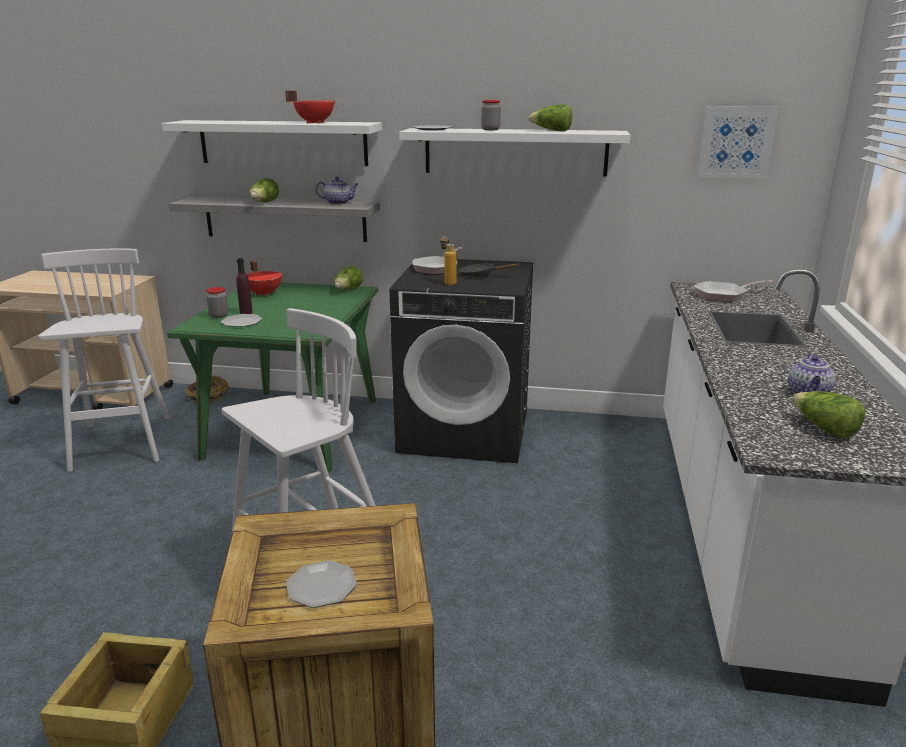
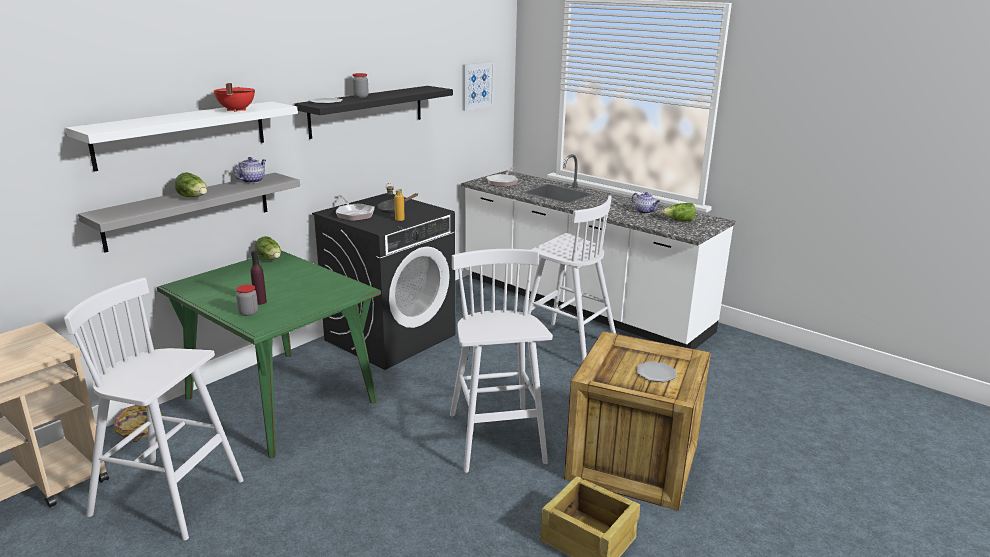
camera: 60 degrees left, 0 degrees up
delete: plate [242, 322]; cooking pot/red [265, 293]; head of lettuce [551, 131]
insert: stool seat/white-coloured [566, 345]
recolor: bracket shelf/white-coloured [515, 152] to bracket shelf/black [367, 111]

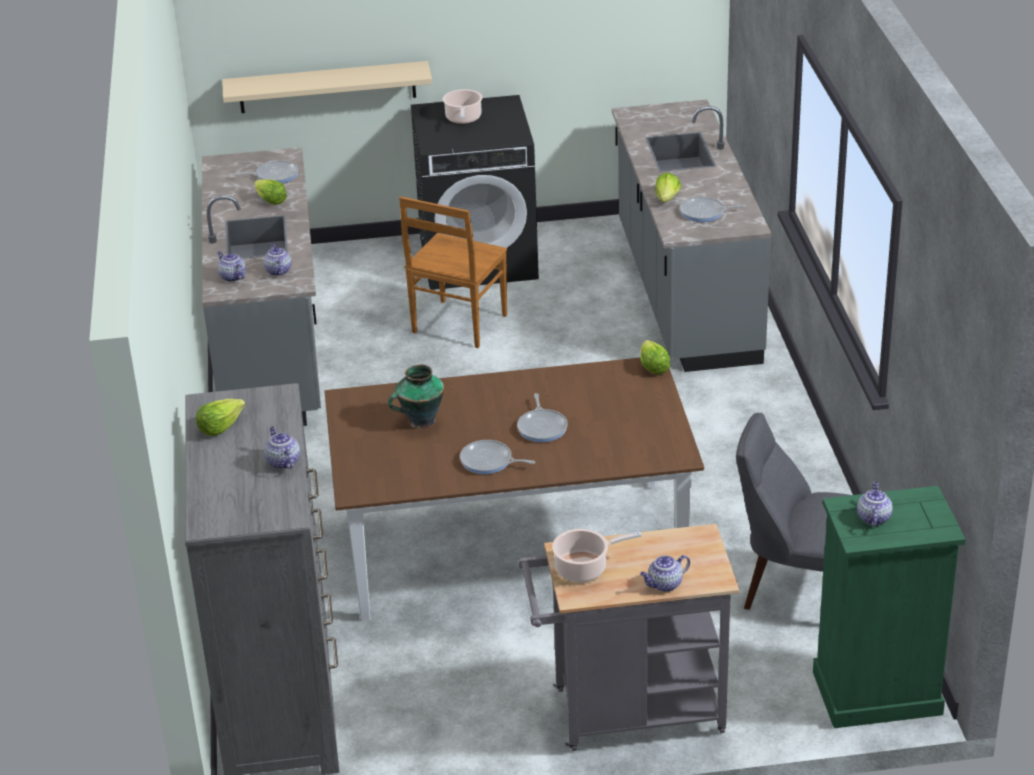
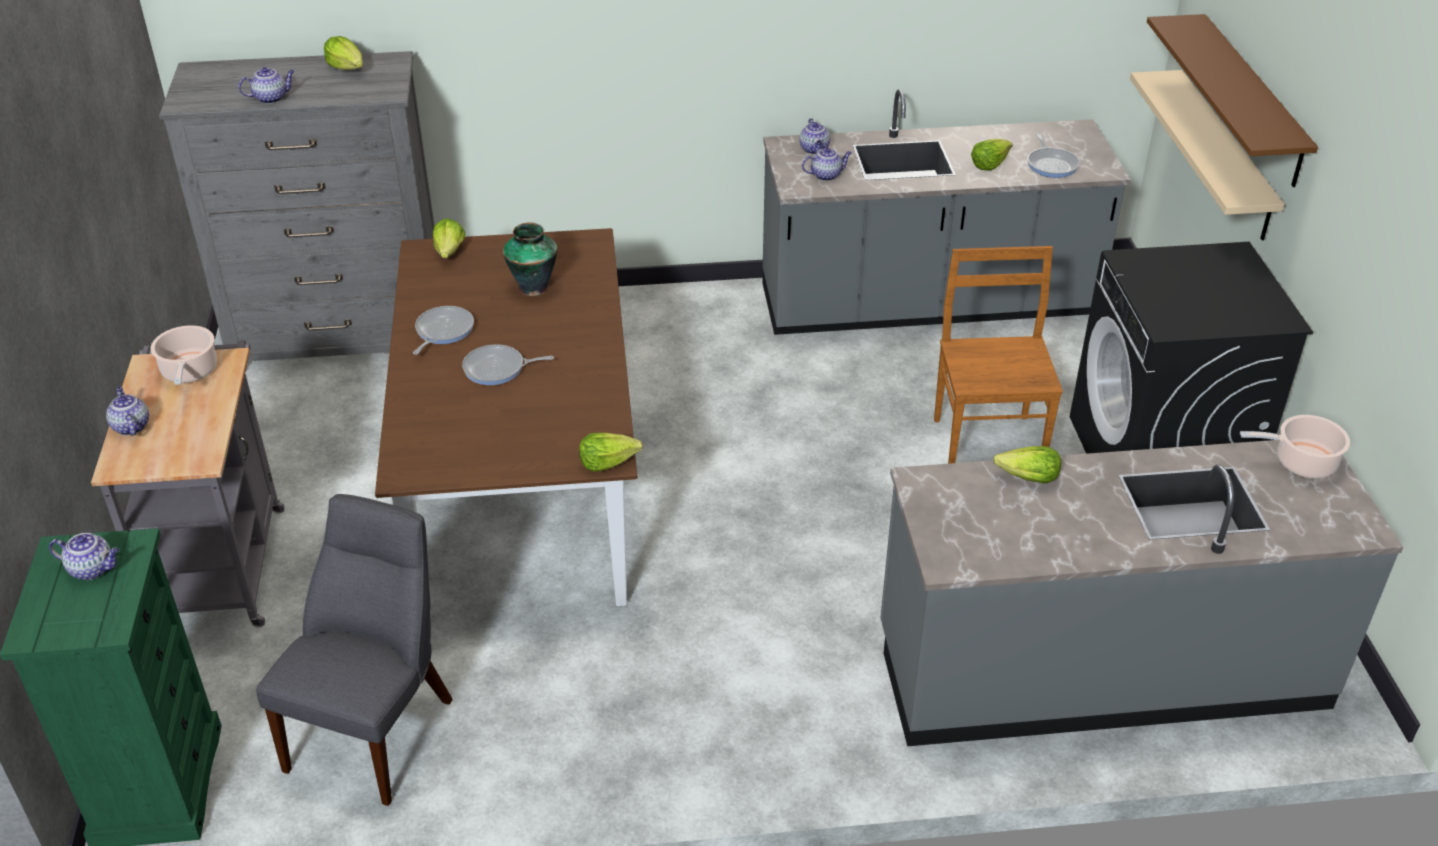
camera: 90 degrees right, 5 degrees up
delete: pan [704, 213]
insert: head of lettuce [450, 251]; bracket shelf/brownish [1251, 100]
move: cooking pot [463, 119] to [1301, 462]
rotate: tea pot [232, 277] = [814, 150] 120 degrees clockwise; chair/brownish [458, 325] = [987, 442] 60 degrees clockwise

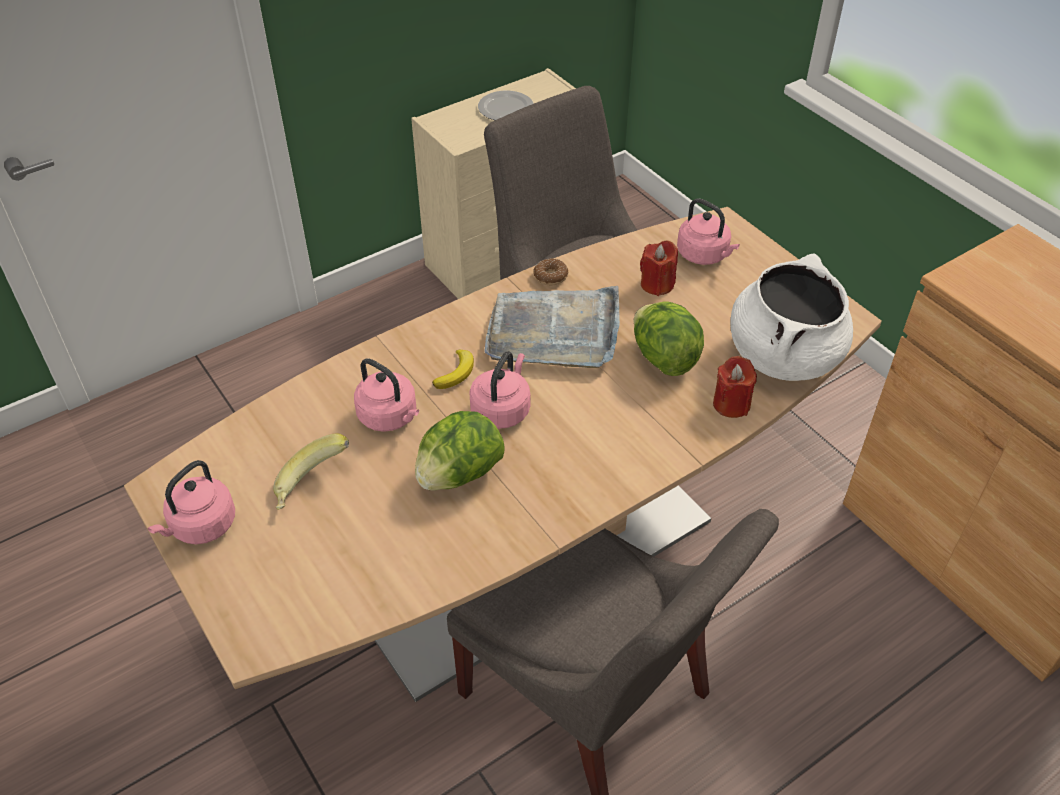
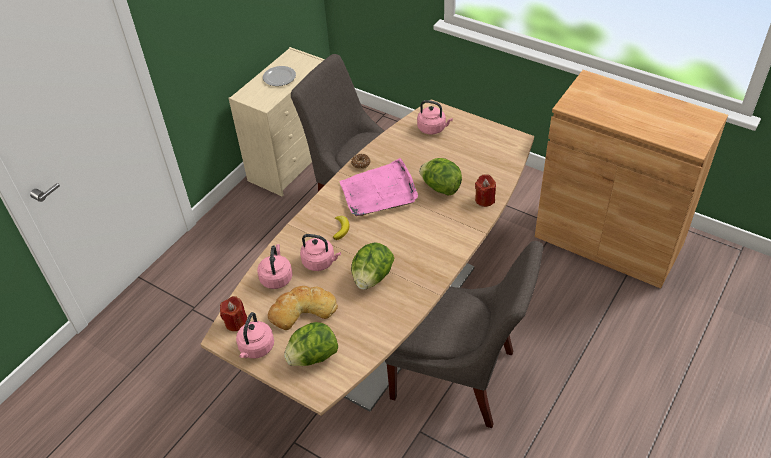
camera: 20 degrees left, 0 degrees up
delete: cooking pot/white-coloured [783, 355]
insert: head of lettuce [313, 357]
move: kettle/pink [502, 409] to [276, 277]; wax light/red [657, 284] to [236, 322]
replace: banana [312, 487] to bakery bread [302, 309]
recolor: tray/greyish [554, 331] to tray/pink [379, 192]

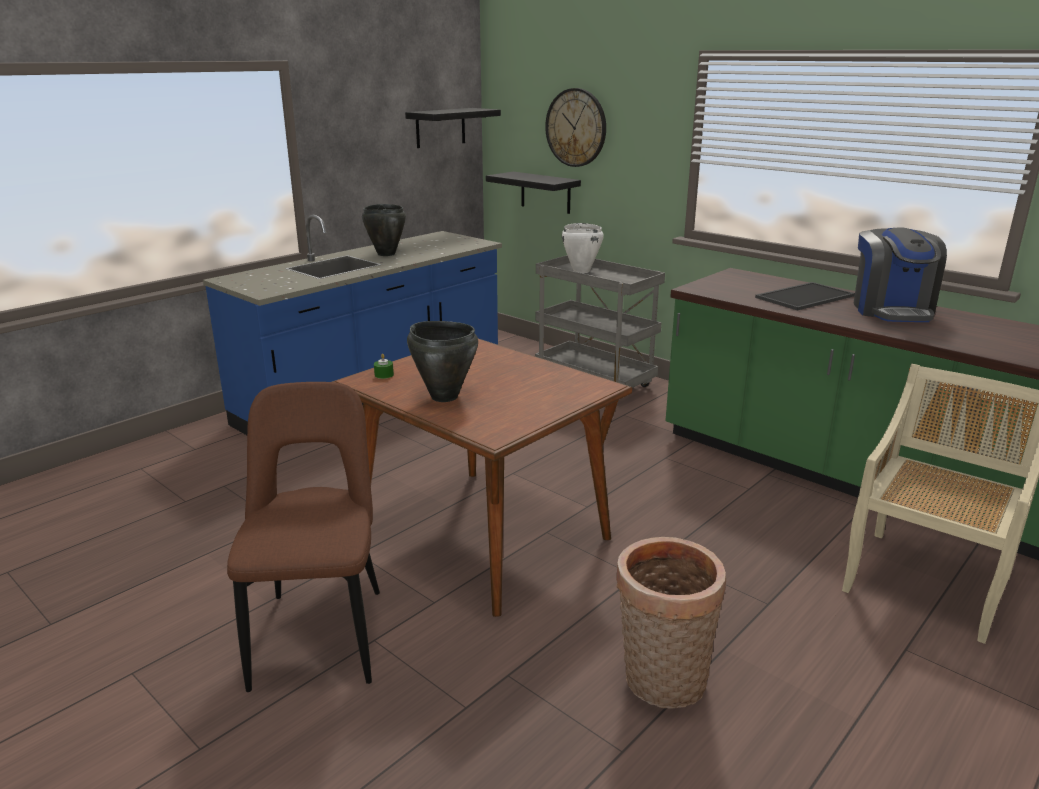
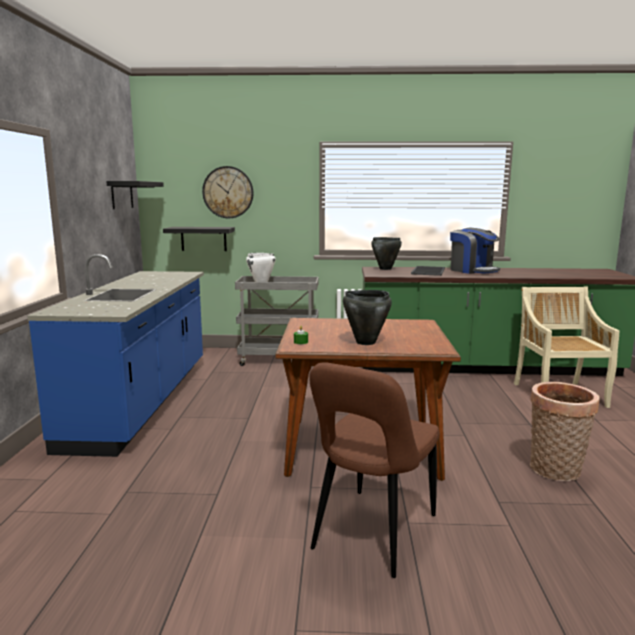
camera: 40 degrees left, 10 degrees down
move: cooking pot/black [386, 254] to [385, 269]
rotate: chair/brownish [321, 632] = [371, 535] 105 degrees counterclockwise

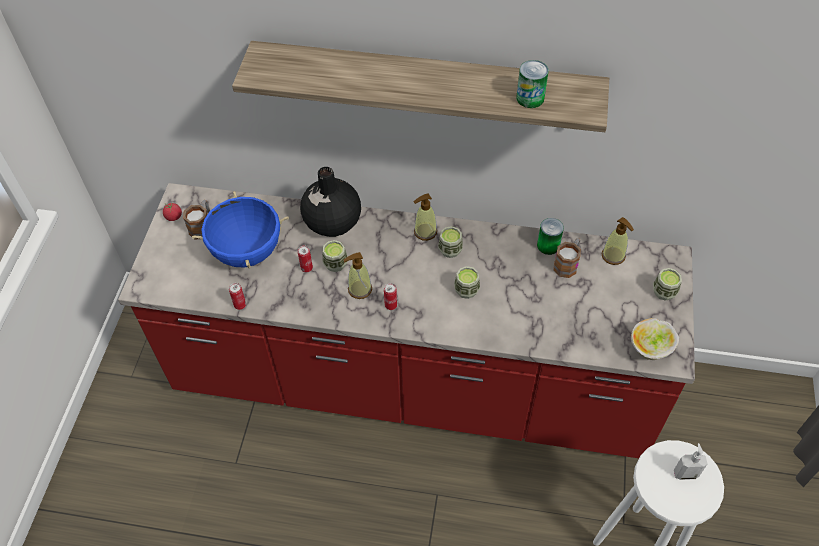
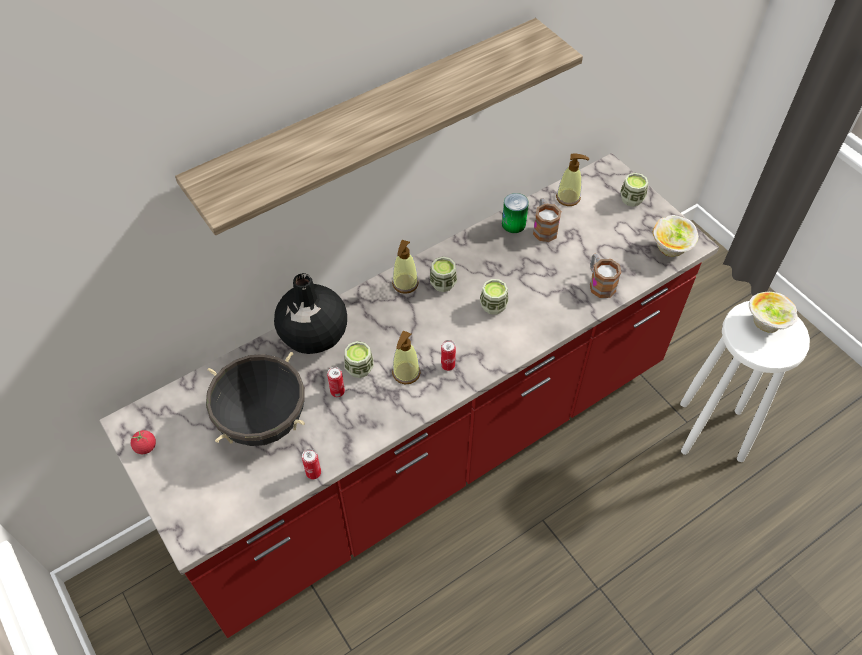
camera: 45 degrees left, 0 degrees up
delete: sealed can [530, 98]
move: tea mug [202, 226] to [599, 283]
replace: liquid soap bottle [685, 473] to bowl [765, 324]
recolor: cooking pot/blue-coloured [247, 252] to cooking pot/black [263, 421]

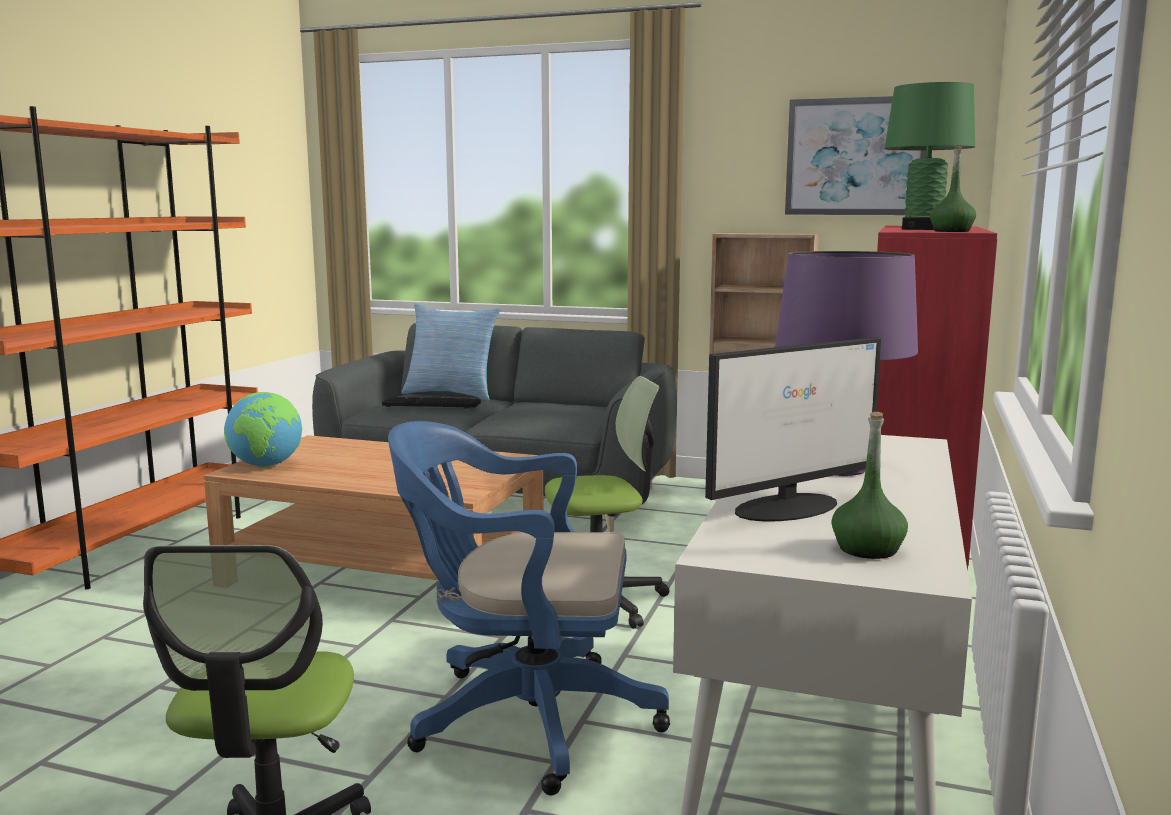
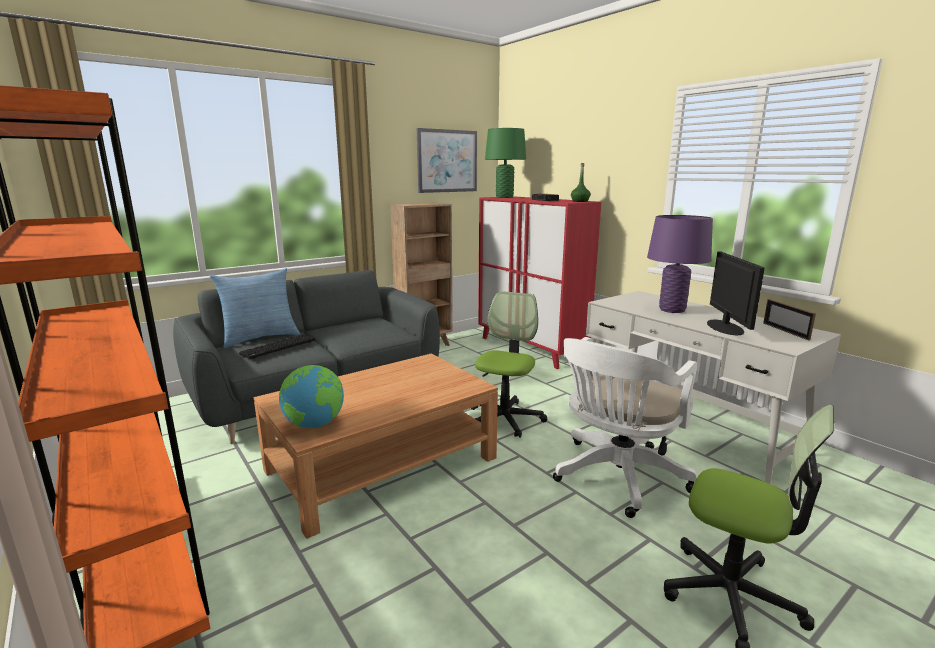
camera: 55 degrees left, 5 degrees up
replace: beverage bottle/greenish [867, 549] to standing frame [785, 331]
recolor: computer chair/blue-coloured [522, 719] to computer chair/white-coloured [616, 478]

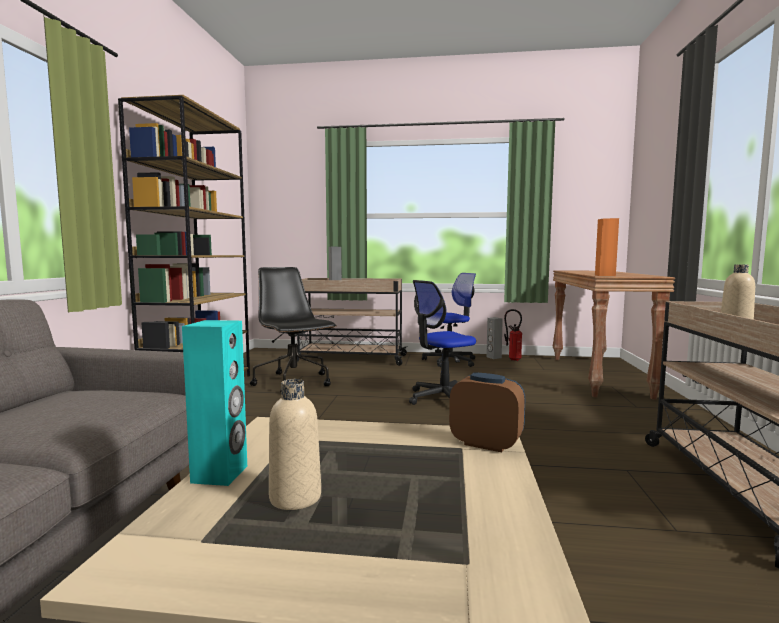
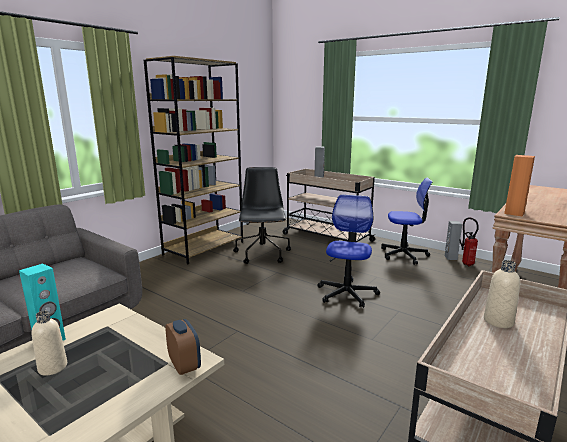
camera: 30 degrees right, 10 degrees up
rotate: computer chair [442, 398] = [347, 294] 105 degrees clockwise

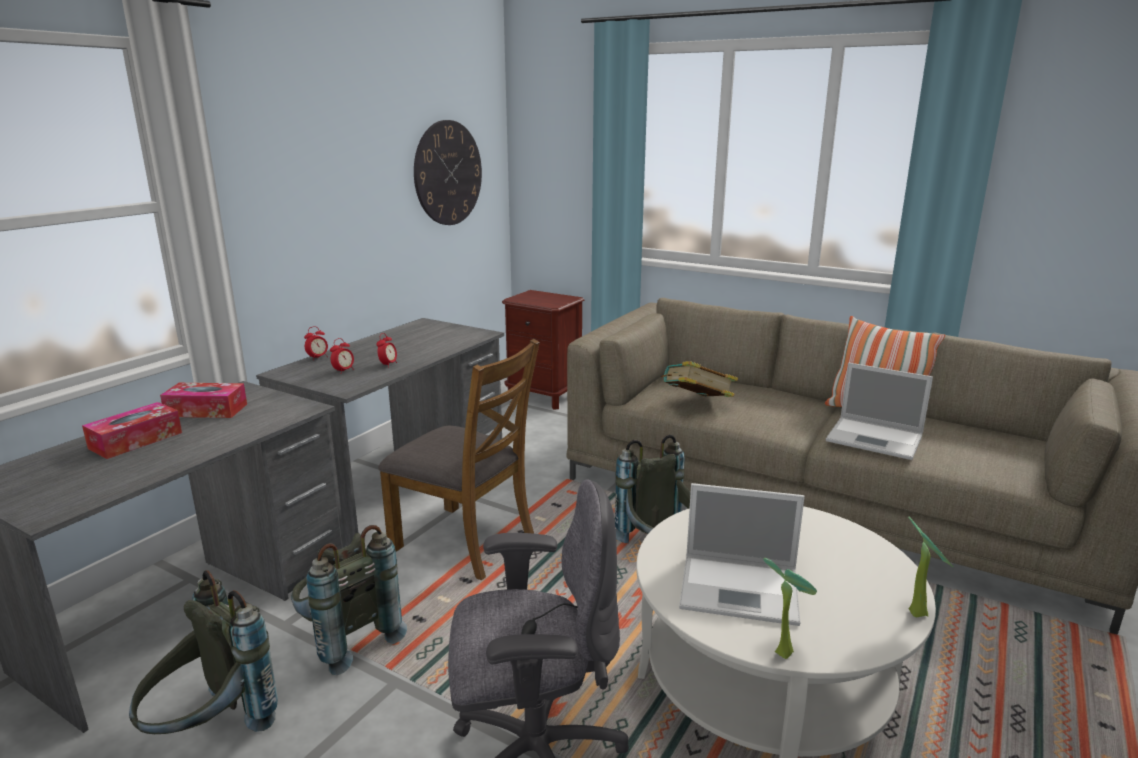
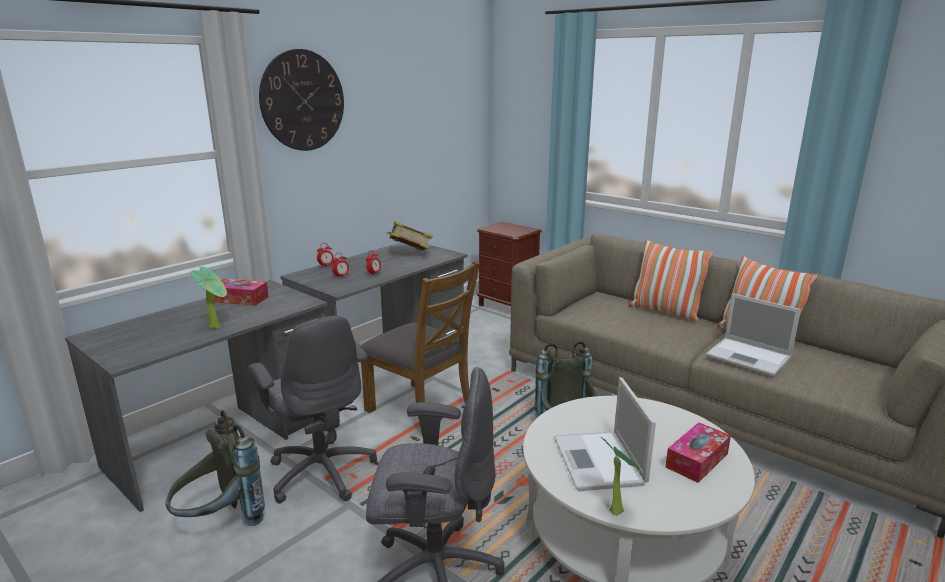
camera: 10 degrees right, 0 degrees up
insert: pillow [665, 312]
move: box of tissues [136, 440] to [697, 460]; hanging clock [448, 173] to [303, 100]; volume [696, 403] to [410, 254]; plant in a pot [919, 611] to [217, 326]
replace: knapsack/greyish [346, 639] to computer chair/greyish [322, 471]
rotate: notebook computer [742, 589] = [599, 462] 60 degrees clockwise

